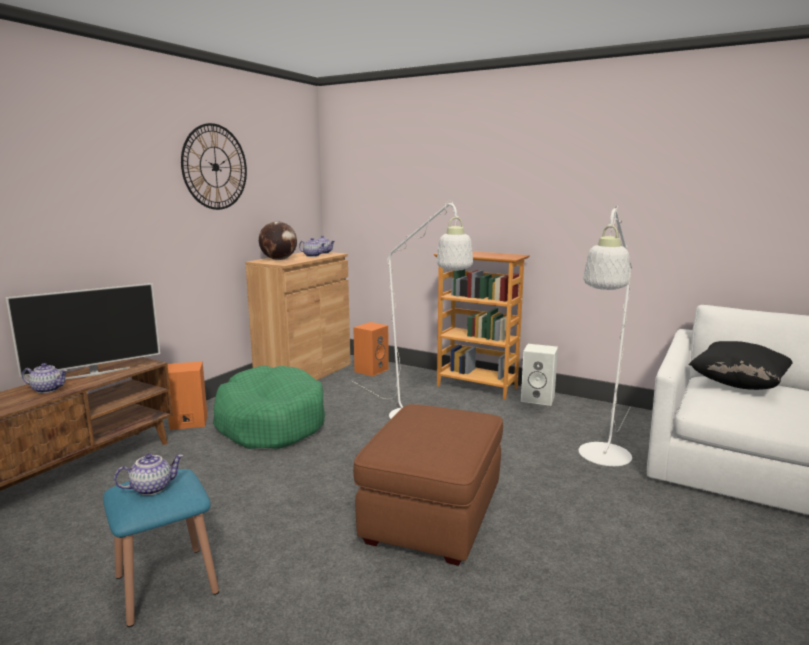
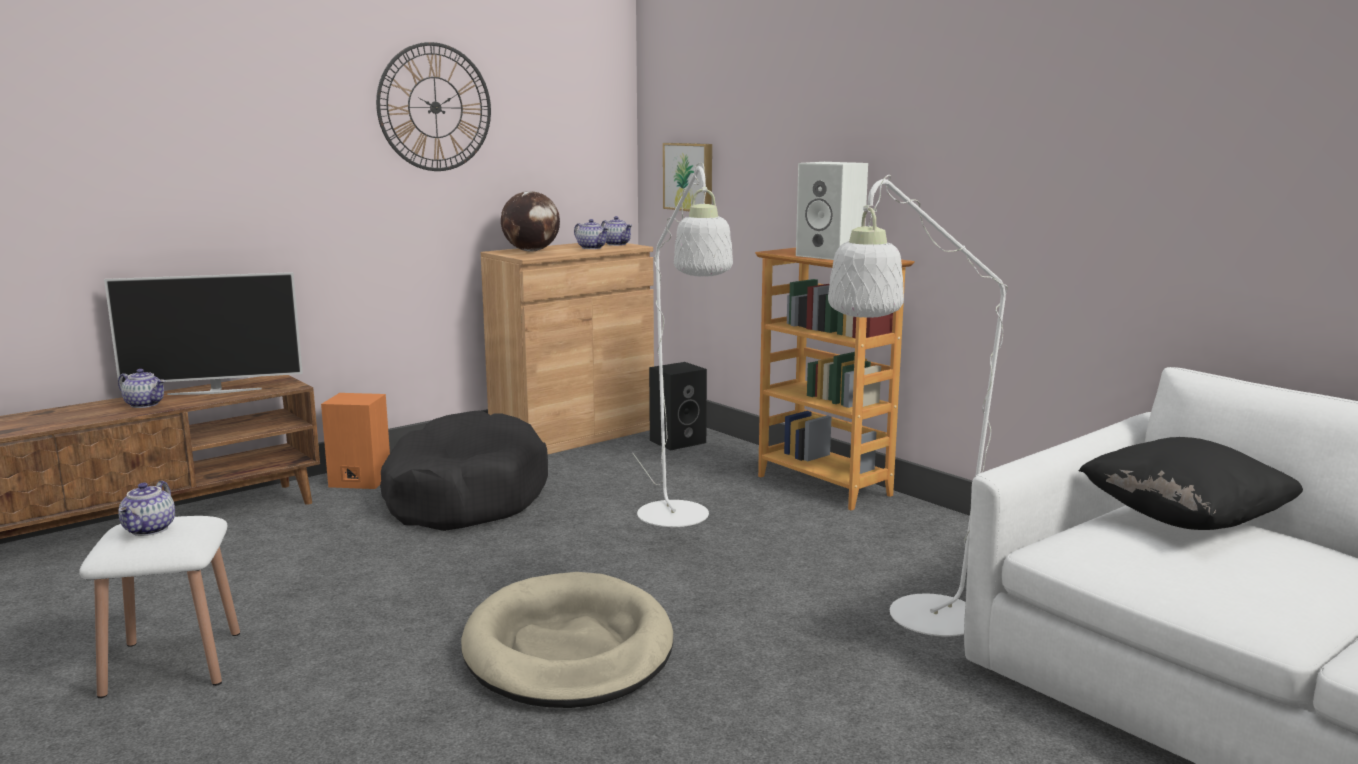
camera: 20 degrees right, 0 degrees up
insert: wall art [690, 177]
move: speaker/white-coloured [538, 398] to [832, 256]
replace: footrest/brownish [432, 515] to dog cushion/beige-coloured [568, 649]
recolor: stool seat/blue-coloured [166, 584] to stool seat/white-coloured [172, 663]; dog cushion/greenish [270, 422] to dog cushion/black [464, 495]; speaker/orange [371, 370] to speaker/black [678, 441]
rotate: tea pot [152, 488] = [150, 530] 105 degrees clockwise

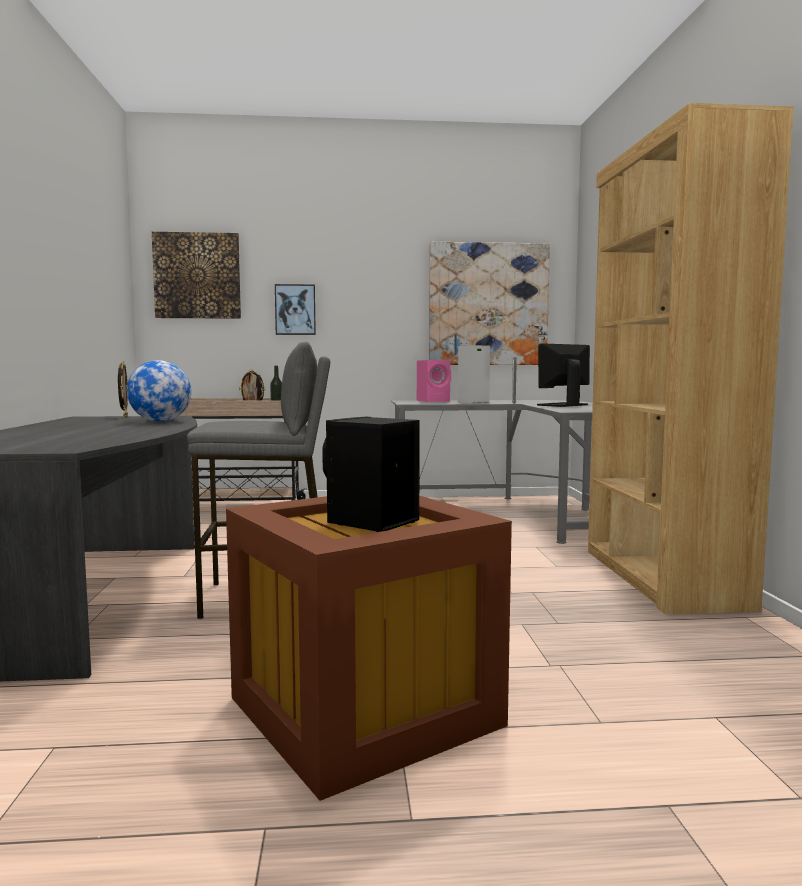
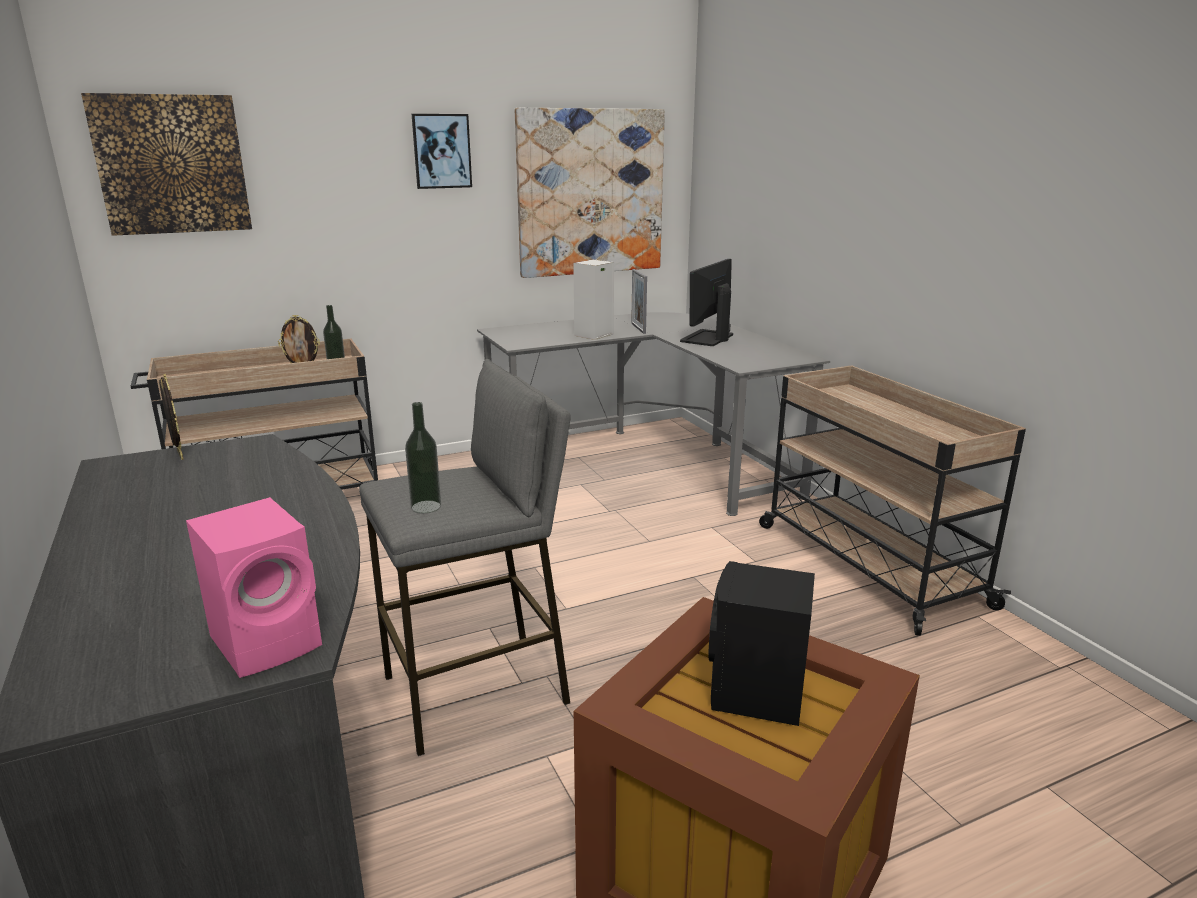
camera: 20 degrees left, 15 degrees up
delete: desk globe [160, 421]
insert: beverage bottle [426, 507]
move: wall art [295, 309] to [441, 151]; speaker/pink [434, 401] to [270, 640]
replace: bookcase/brownish [661, 578] to cart/beige-coloured [866, 563]

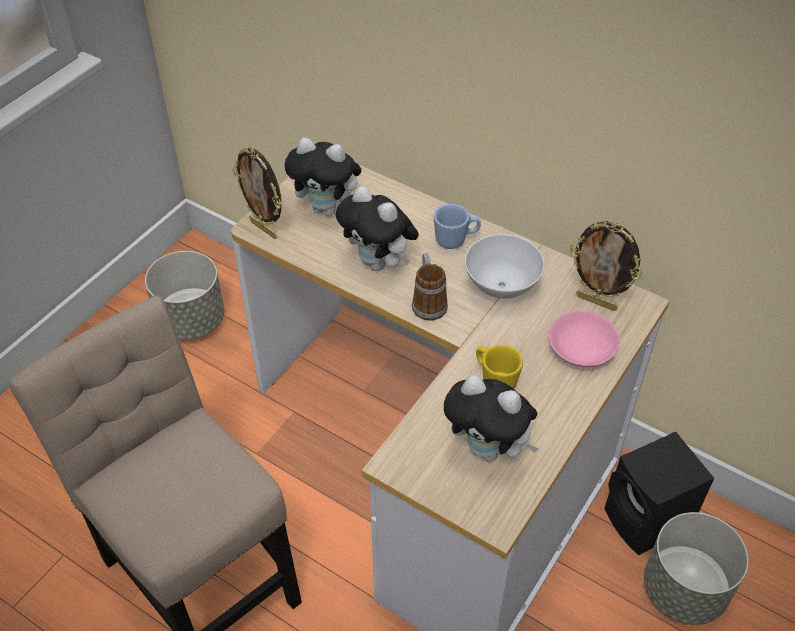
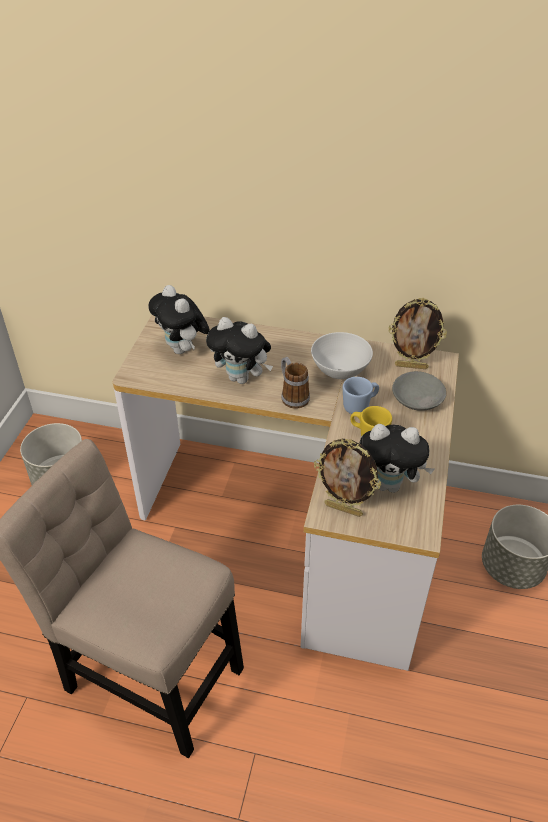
camera: 20 degrees left, 5 degrees down
delete: speaker/black [647, 522]
move: standing frame [264, 229] to [344, 509]; tea mug/blue-coloured [456, 240] to [360, 406]
recolor: bowl/pink [581, 349] to bowl/greyish [417, 400]
rotate: plush toy [328, 209] = [183, 350] 60 degrees clockwise

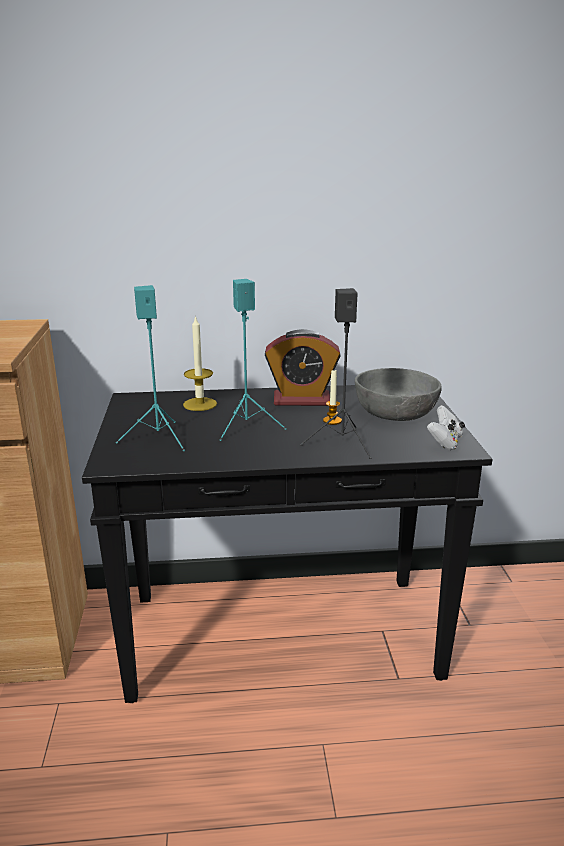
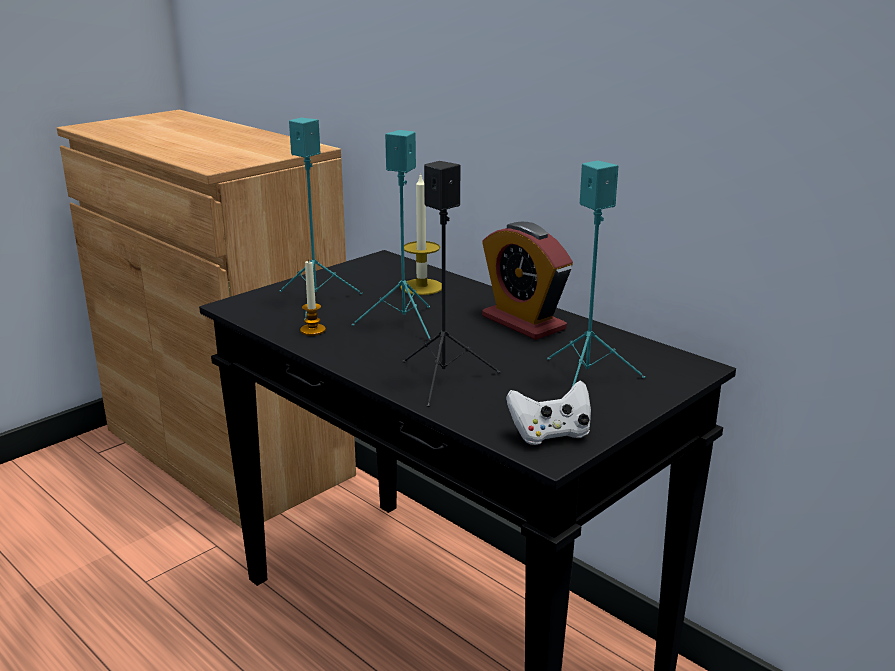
camera: 50 degrees right, 0 degrees up
move: wax light [332, 421] to [313, 330]
replace: bowl/greyish [395, 412] to speaker/blue-green [587, 379]

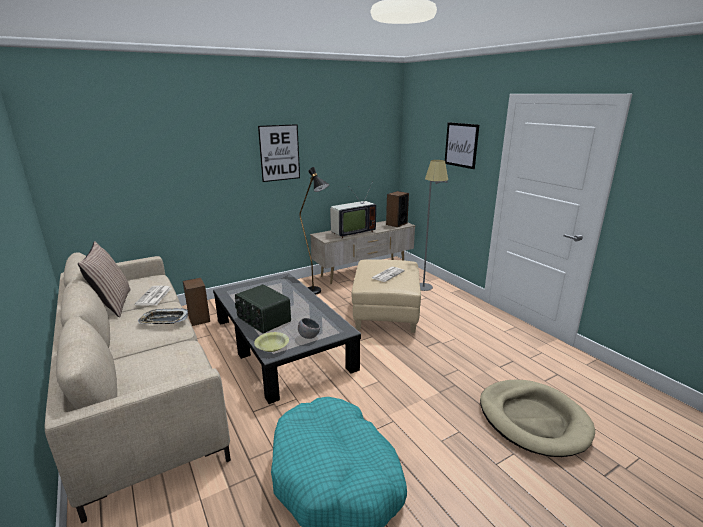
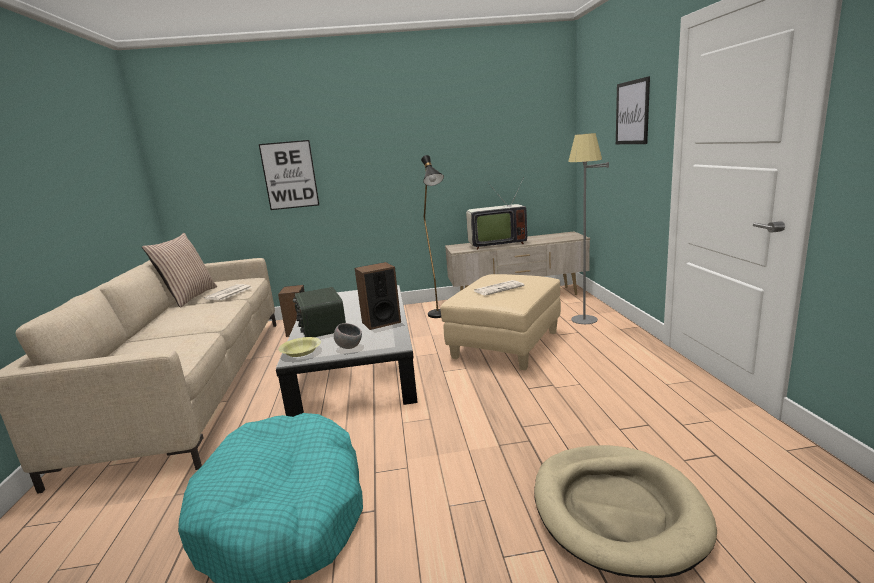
camera: 25 degrees right, 5 degrees down
delete: tray [164, 320]
move: wall art [279, 153] to [289, 175]; speaker [396, 224] to [381, 322]

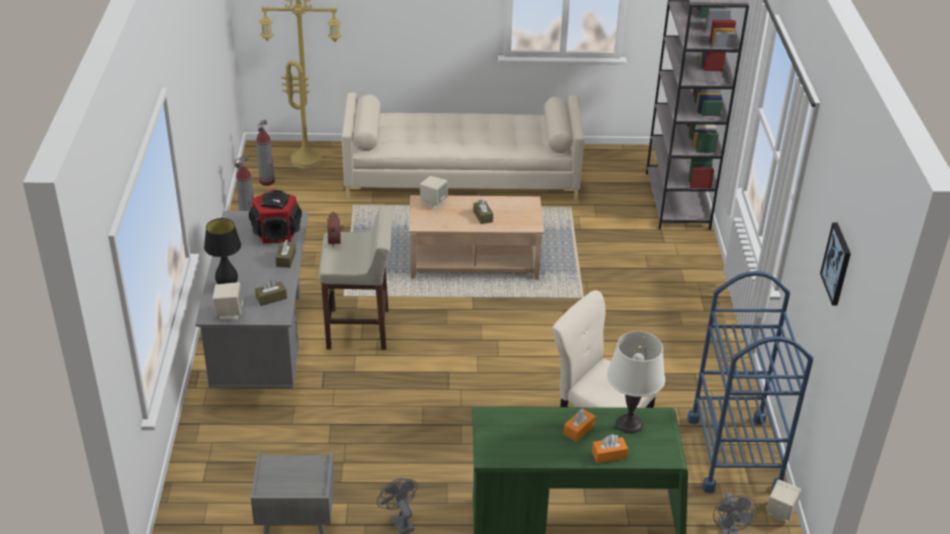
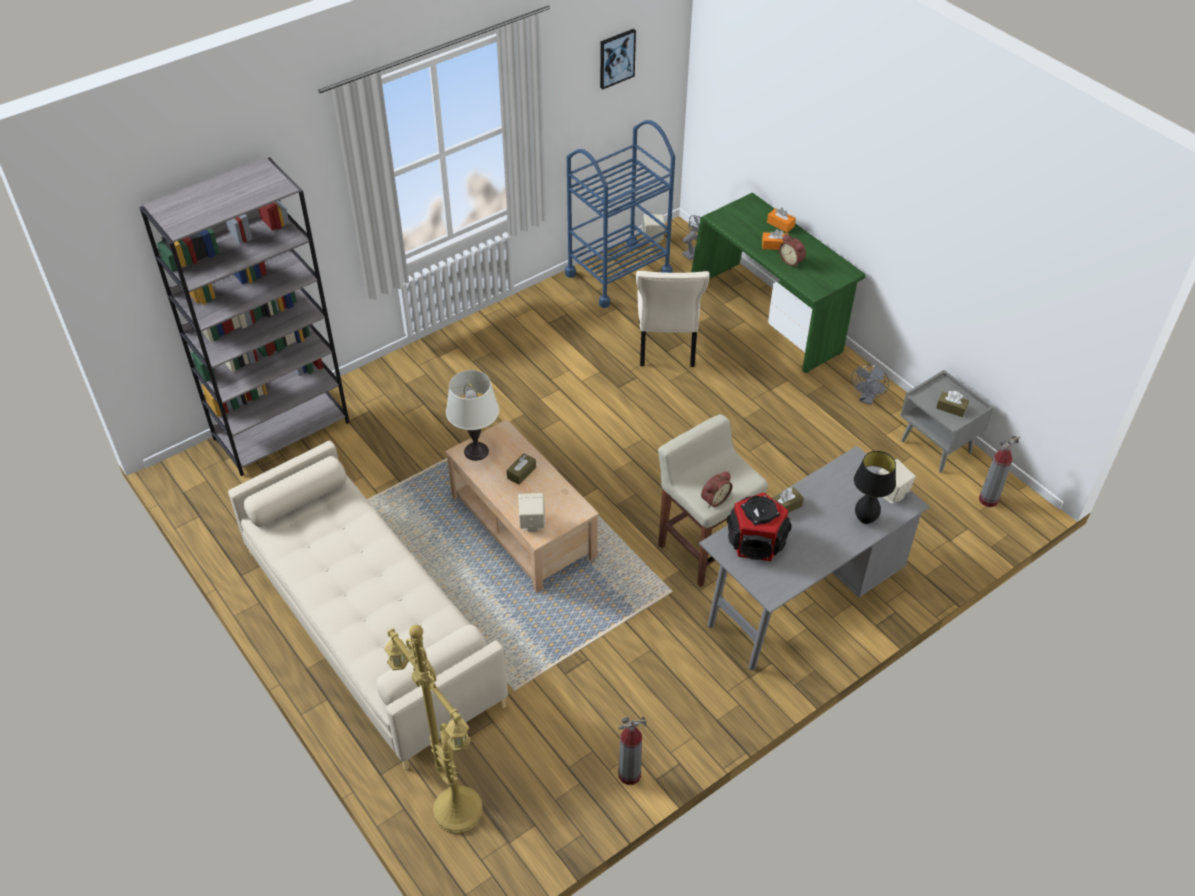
camera: 125 degrees left, 10 degrees up
insert: table clock [792, 261]
move: box of tissues/brownish [271, 298] to [951, 408]; fire-fighting cylinder [267, 181] to [988, 500]; table lamp/white-coloured [629, 424] to [476, 451]

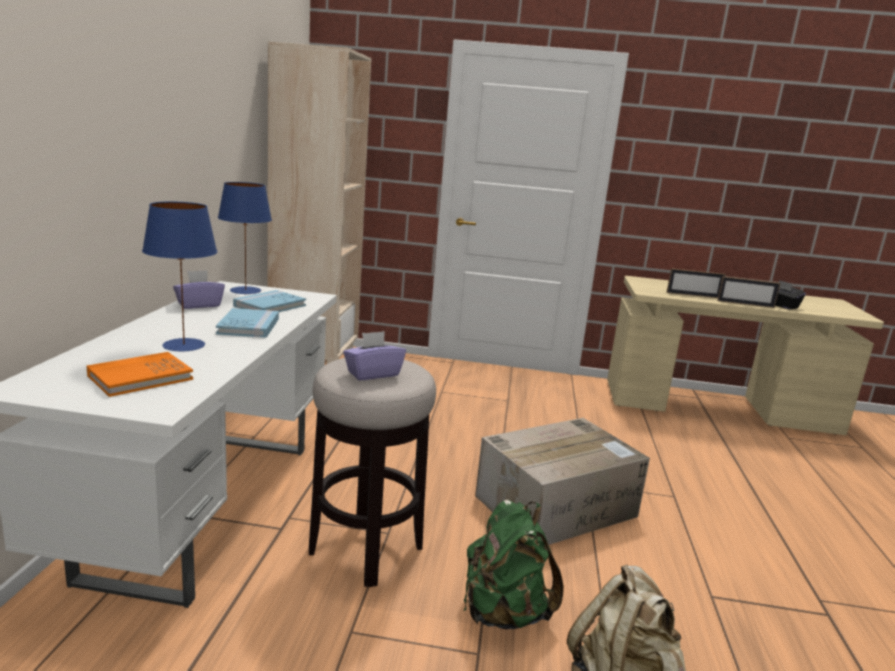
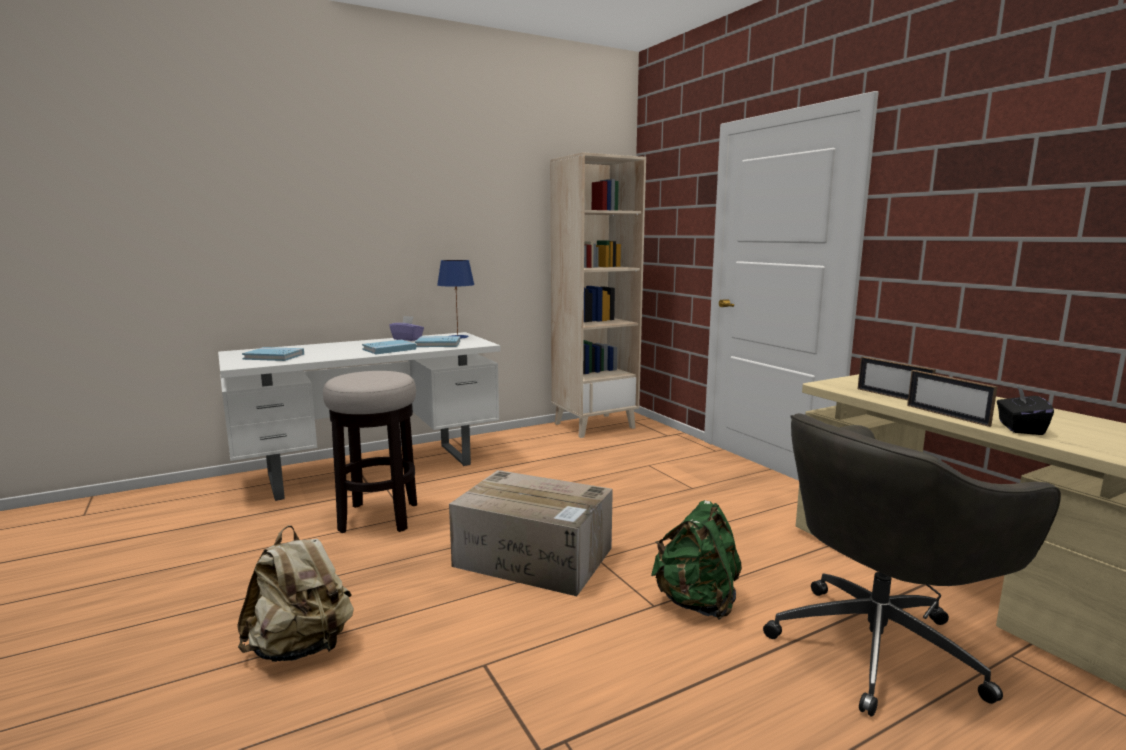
camera: 55 degrees right, 5 degrees down
delete: table lamp/blue-coloured [183, 345]; box of tissues/purple [373, 374]
insert: computer chair/greyish [879, 646]
move: knapsack/greenish [503, 613] to [697, 602]
recolor: volume/orange [140, 377] to volume/blue-coloured [274, 356]

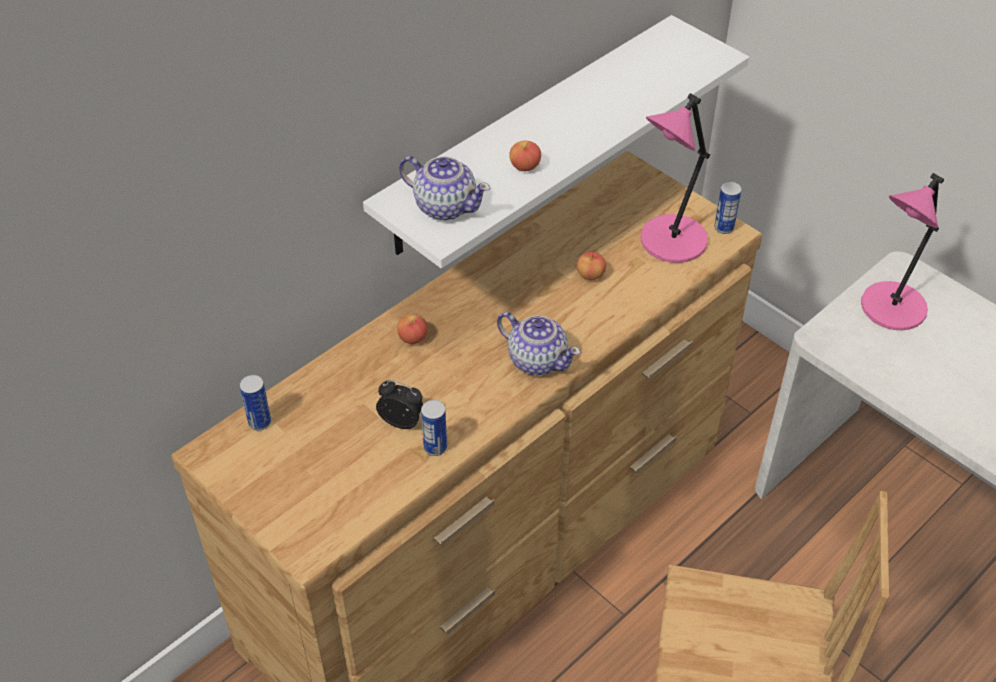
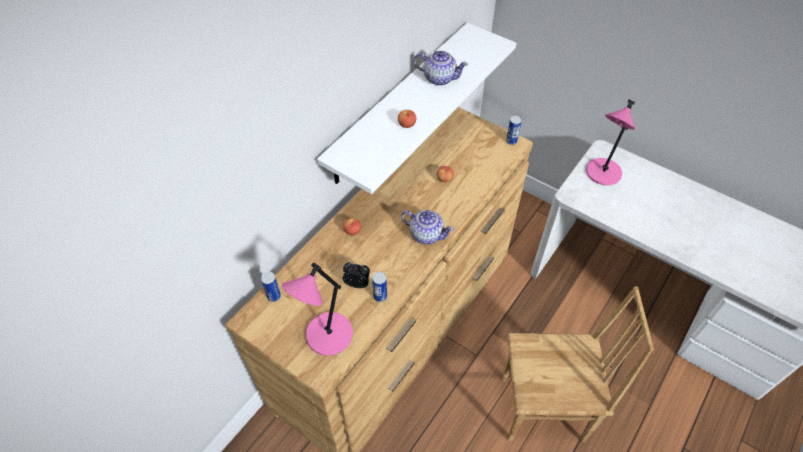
camera: 10 degrees left, 5 degrees up
move: tea pot [445, 206] to [439, 78]; table lamp/pink [671, 242] to [327, 336]

